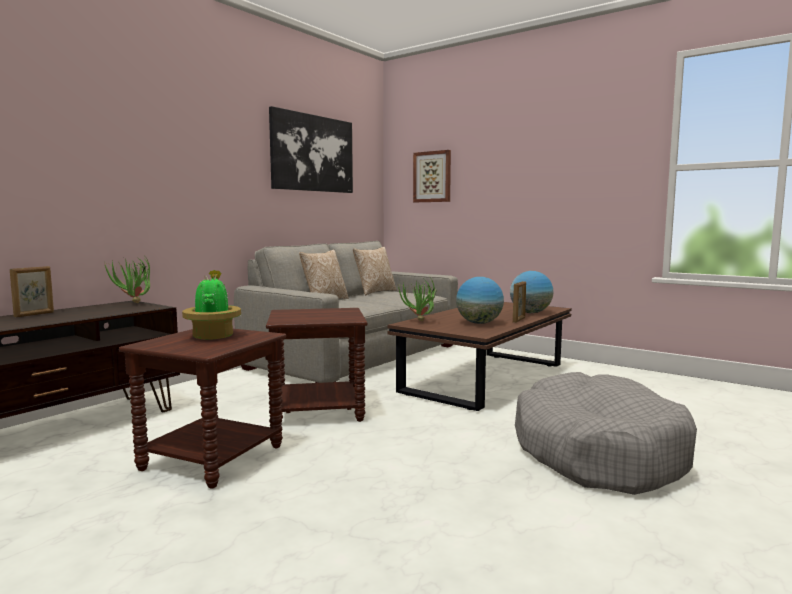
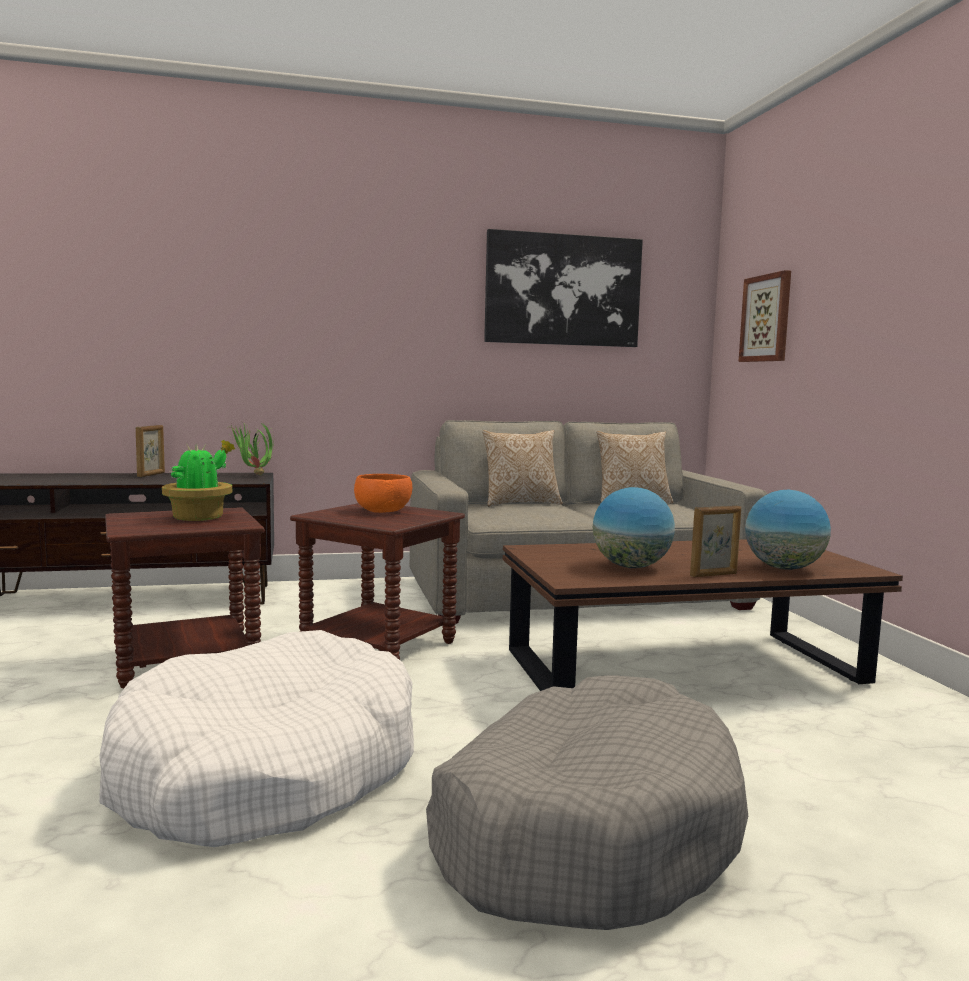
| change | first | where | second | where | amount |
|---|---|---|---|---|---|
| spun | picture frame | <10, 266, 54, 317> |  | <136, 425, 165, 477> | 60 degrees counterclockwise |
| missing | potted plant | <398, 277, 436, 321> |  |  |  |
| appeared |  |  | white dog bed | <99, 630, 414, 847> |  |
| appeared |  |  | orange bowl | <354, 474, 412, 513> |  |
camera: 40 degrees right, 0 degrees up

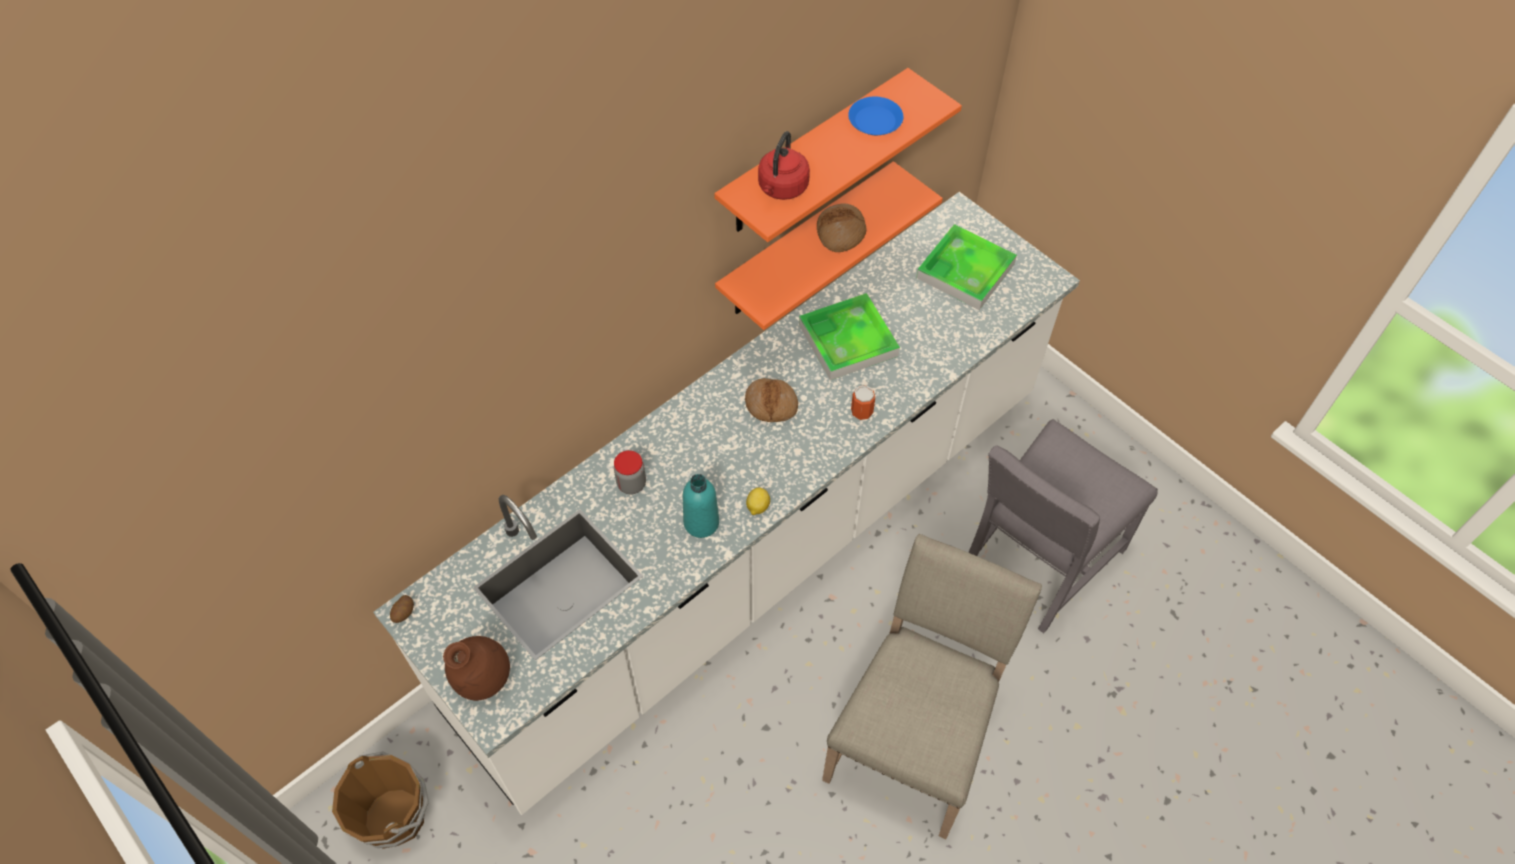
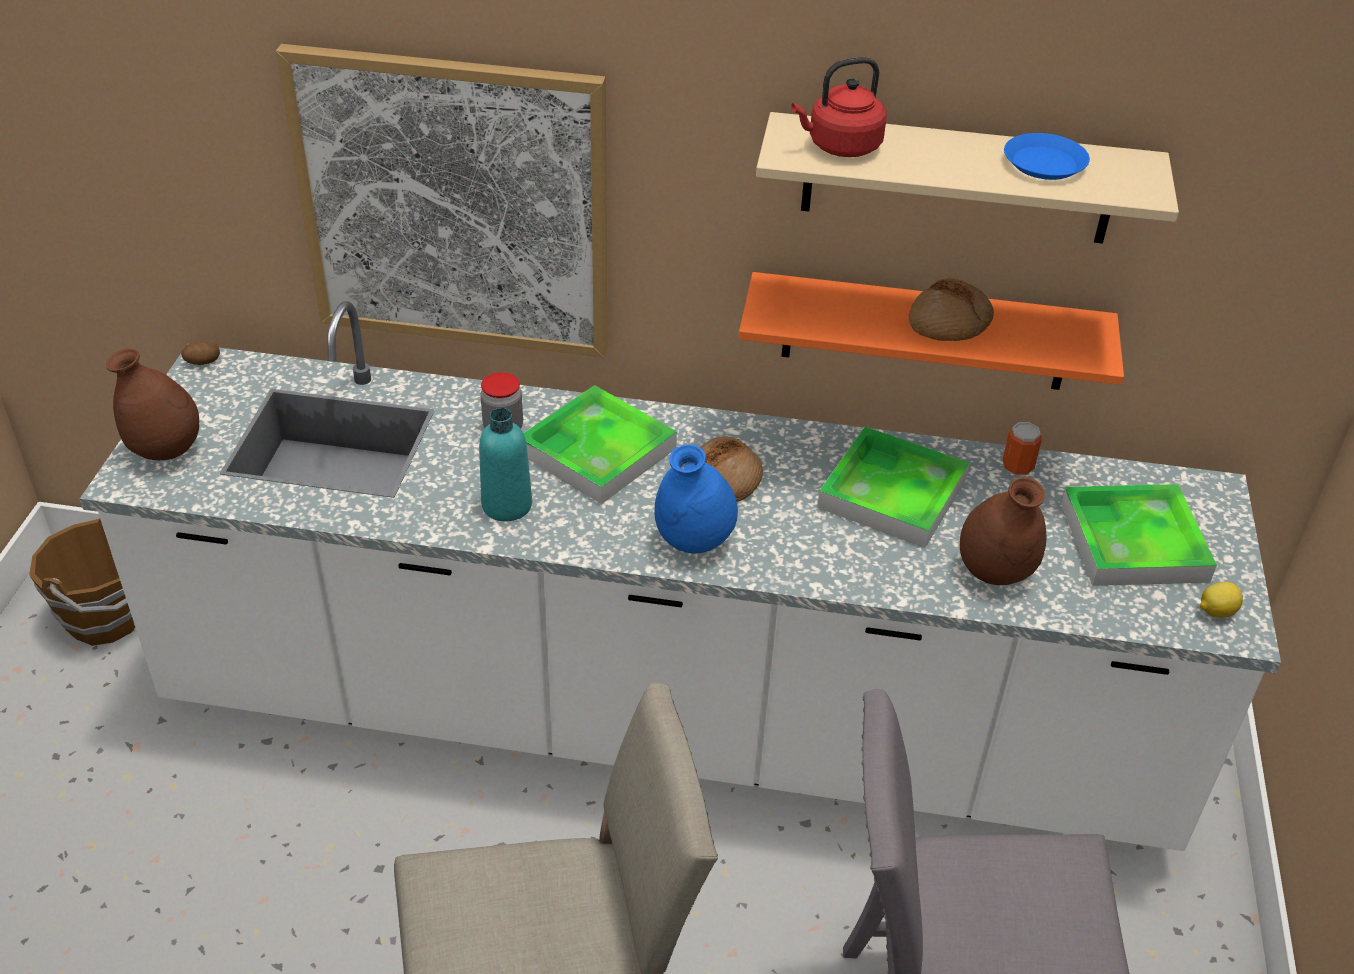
| change | first | where | second | where | amount |
|---|---|---|---|---|---|
| colour | orange shelf | <714, 68, 962, 242> | beige shelf | <756, 112, 1179, 244> |  |
| relocated | lemon | <746, 488, 770, 515> |  | <1200, 582, 1243, 618> |  |
| relocated | can | <851, 385, 875, 420> |  | <1003, 422, 1042, 476> |  |
| appeared |  |  | picture | <276, 44, 607, 357> |  |
| appeared |  |  | tray | <524, 385, 677, 504> |  |
| appeared |  |  | blue vase | <655, 444, 738, 553> |  |
| appeared |  |  | brown vase | <960, 477, 1047, 585> |  |
camera: 50 degrees right, 15 degrees down

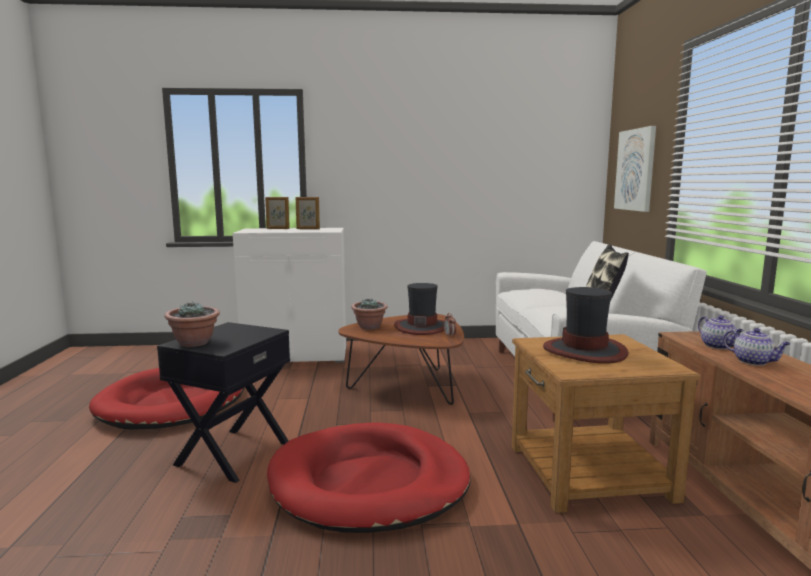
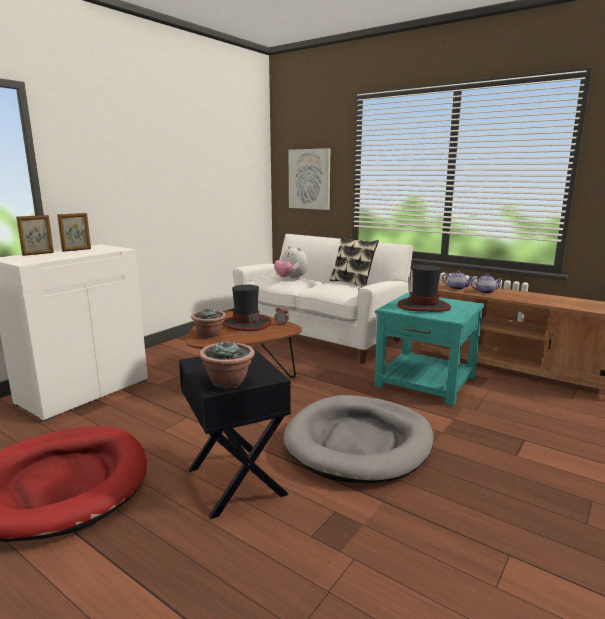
| change | first | where | second | where | amount |
|---|---|---|---|---|---|
| colour | red dog bed | <267, 422, 471, 533> | grey dog bed | <283, 395, 434, 483> |  |
| colour | brown side table | <512, 334, 701, 513> | turquoise side table | <374, 293, 485, 406> |  |
| appeared |  |  | plush toy | <274, 246, 308, 280> |  |
camera: 50 degrees left, 5 degrees up

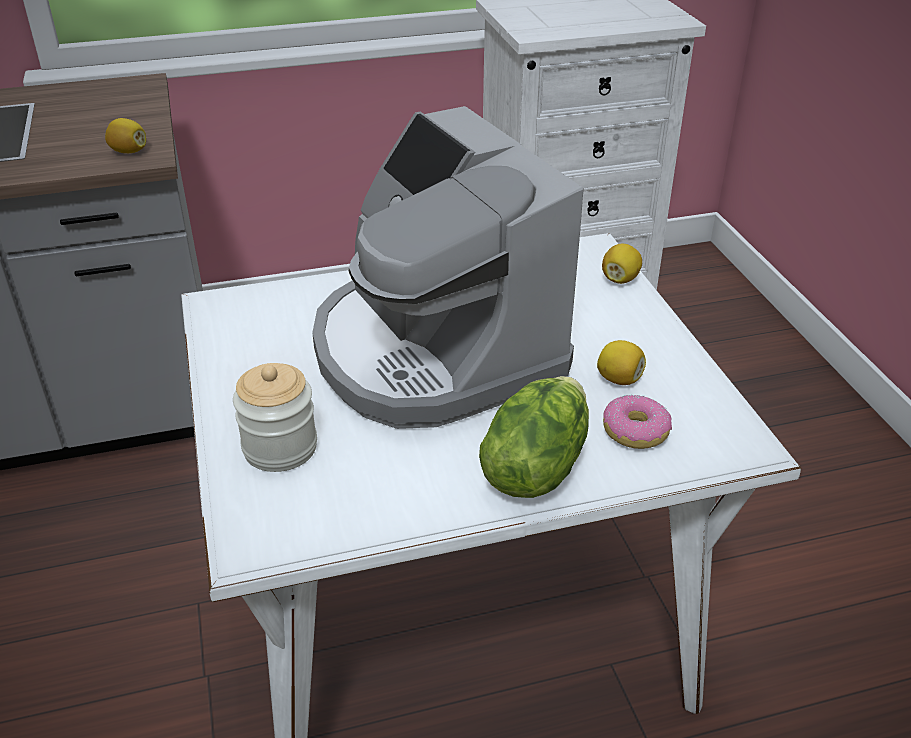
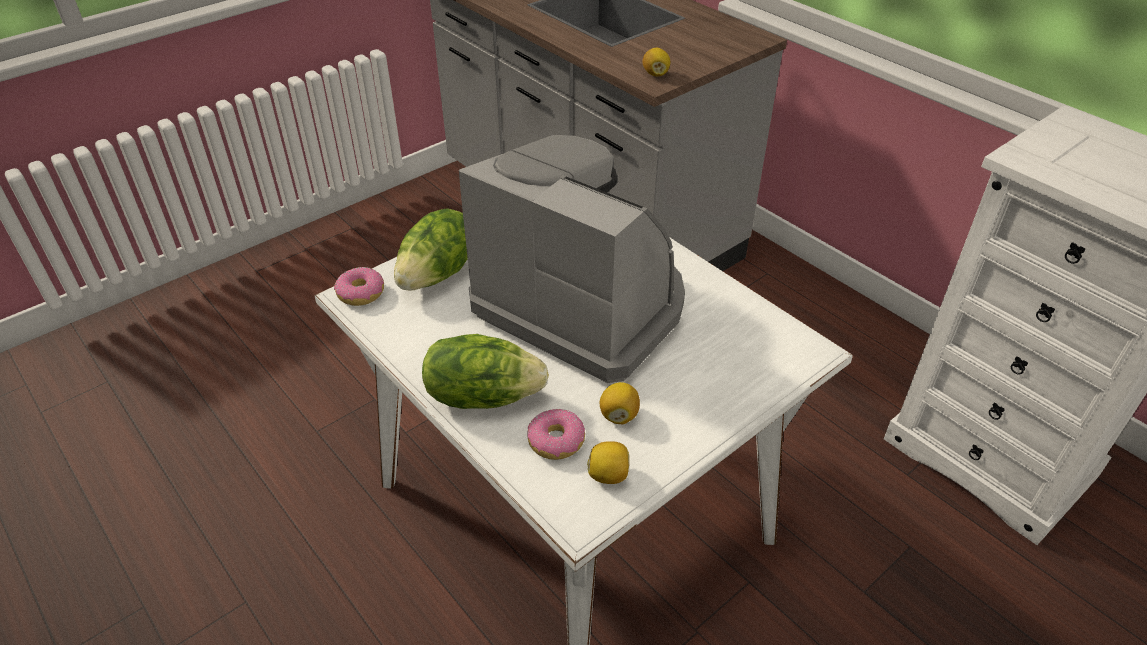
| change | first | where | second | where | amount |
|---|---|---|---|---|---|
| exchanged | jar | <233, 363, 317, 472> | lettuce | <394, 208, 468, 290> |  |
| spun | coffee machine | <312, 106, 584, 429> |  | <459, 135, 685, 383> | 90 degrees clockwise |
| relocated | lemon | <602, 244, 642, 284> |  | <587, 441, 629, 484> |  |
| appeared |  |  | donut | <334, 267, 384, 306> |  |
camera: 65 degrees right, 5 degrees up

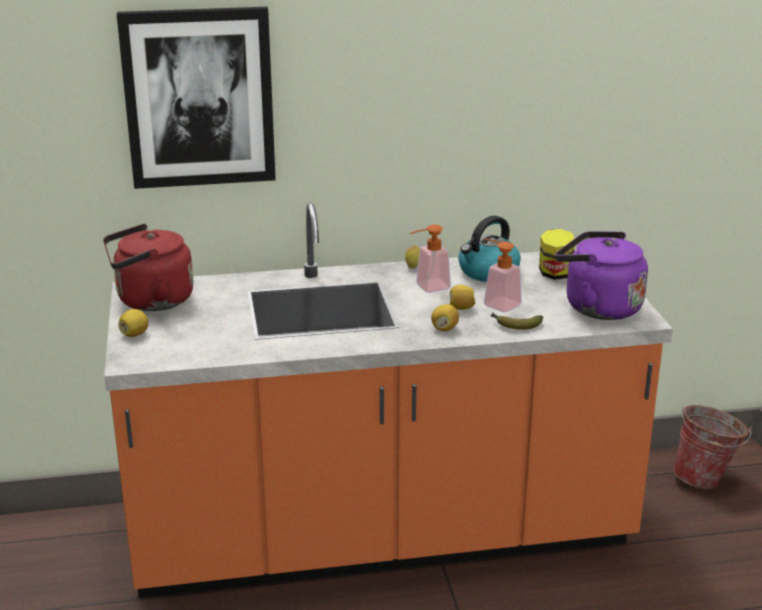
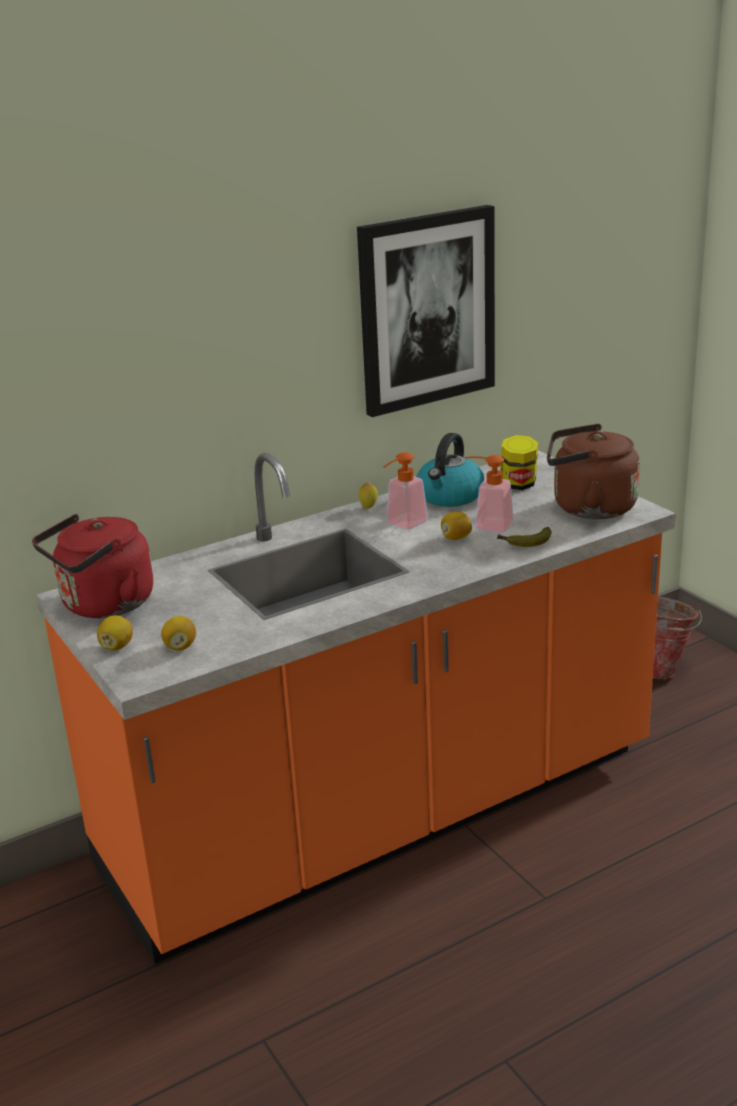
| change | first | where | second | where | amount |
|---|---|---|---|---|---|
| relocated | picture | <117, 7, 276, 189> |  | <357, 205, 495, 417> |  |
| relocated | lemon | <431, 304, 459, 331> |  | <161, 616, 196, 651> |  |
| colour | purple kettle | <555, 231, 648, 320> | brown kettle | <547, 424, 640, 519> |  |
camera: 20 degrees left, 0 degrees up

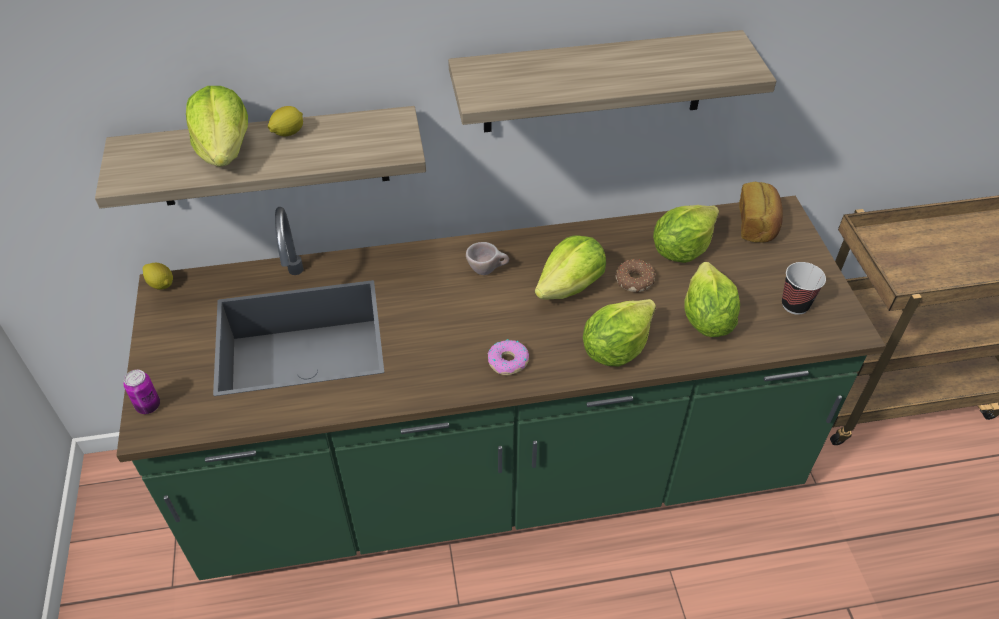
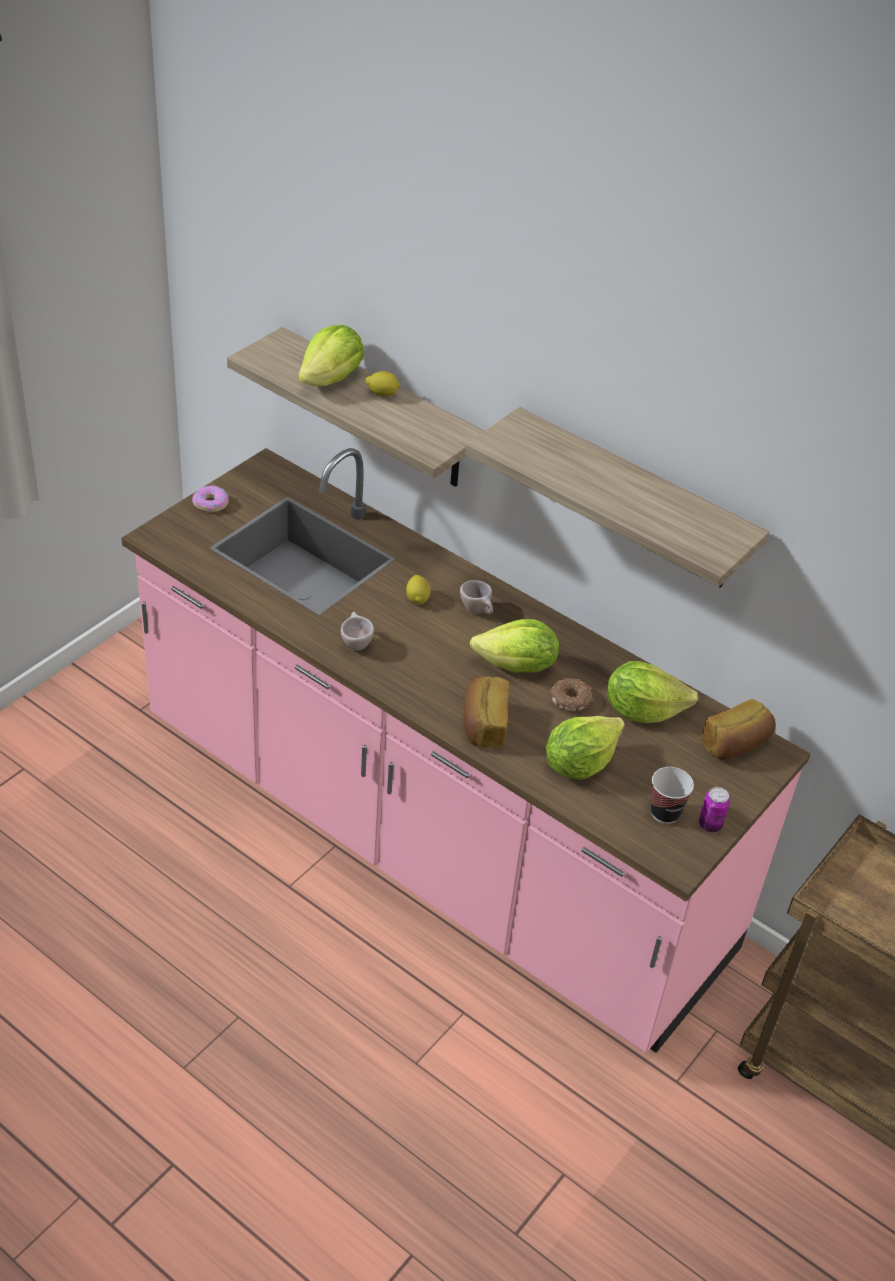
| change | first | where | second | where | amount |
|---|---|---|---|---|---|
| colour | green counter | <116, 196, 886, 580> | pink counter | <121, 448, 811, 1053> |  |
| relocated | can | <124, 370, 160, 414> |  | <699, 787, 730, 832> |  |
| relocated | lemon | <143, 263, 173, 290> |  | <406, 575, 431, 604> |  |
| relocated | donut | <487, 339, 529, 375> |  | <192, 485, 229, 512> |  |
| exchanged | lettuce | <583, 299, 656, 367> | bread | <464, 677, 509, 748> |  |
| appeared |  |  | beige cup | <341, 612, 374, 651> |  |
camera: 45 degrees right, 5 degrees down

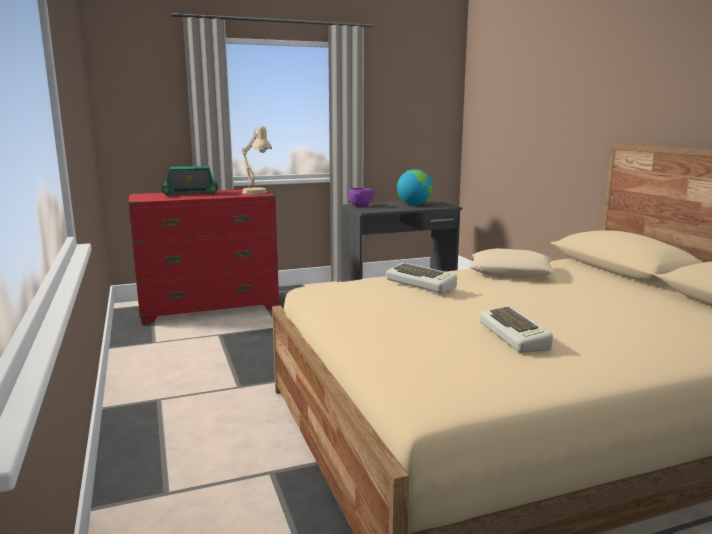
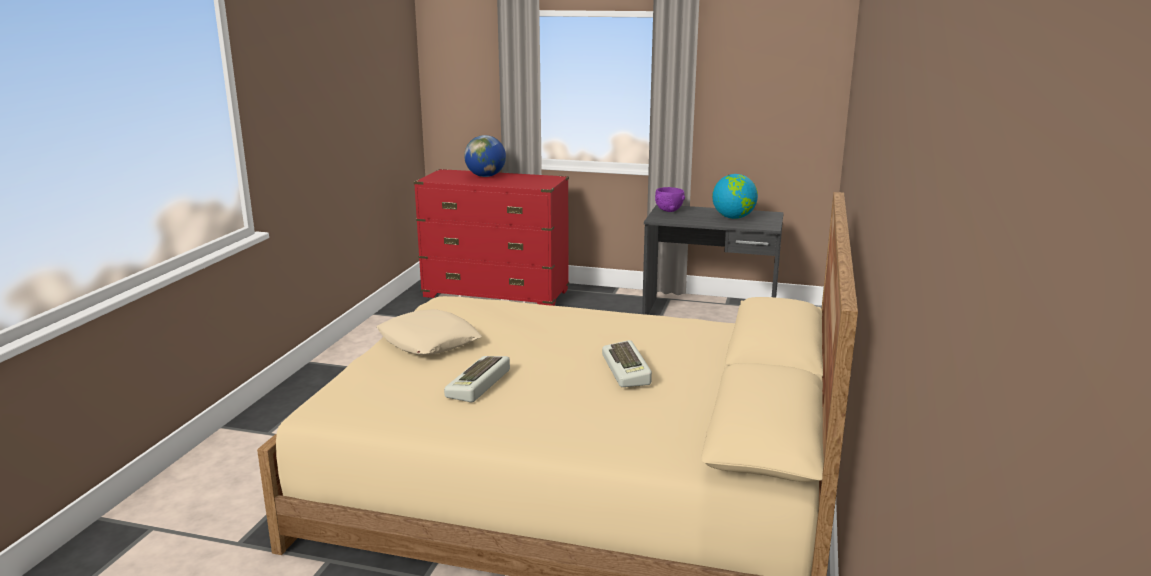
| change | first | where | second | where | amount |
|---|---|---|---|---|---|
| exchanged | radio | <161, 166, 218, 196> | globe | <464, 135, 506, 177> |  |
| missing | beige table lamp | <242, 126, 272, 195> |  |  |  |
| relocated | keyboard | <386, 263, 457, 293> |  | <602, 340, 652, 387> |  |
| relocated | beige pillow | <469, 248, 555, 279> |  | <377, 309, 482, 355> |  |
camera: 35 degrees right, 5 degrees up

